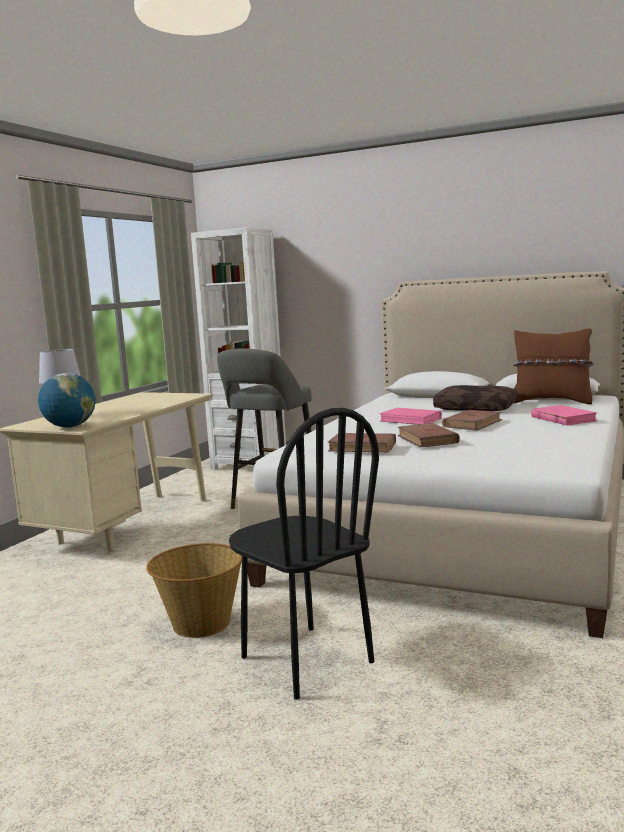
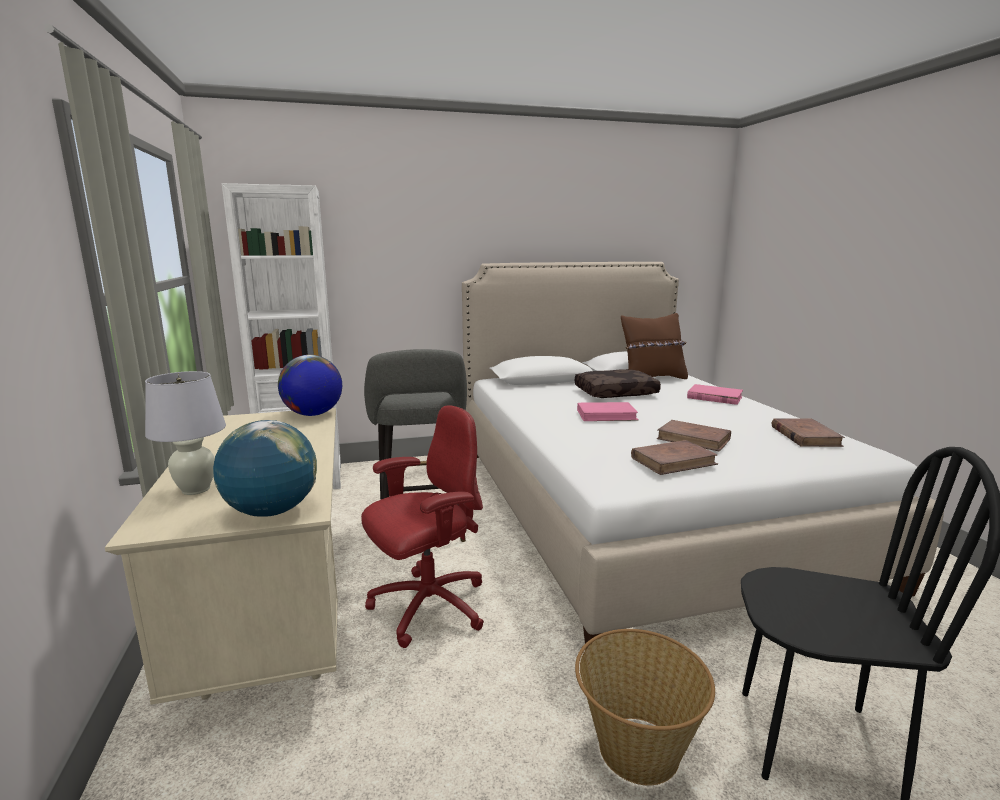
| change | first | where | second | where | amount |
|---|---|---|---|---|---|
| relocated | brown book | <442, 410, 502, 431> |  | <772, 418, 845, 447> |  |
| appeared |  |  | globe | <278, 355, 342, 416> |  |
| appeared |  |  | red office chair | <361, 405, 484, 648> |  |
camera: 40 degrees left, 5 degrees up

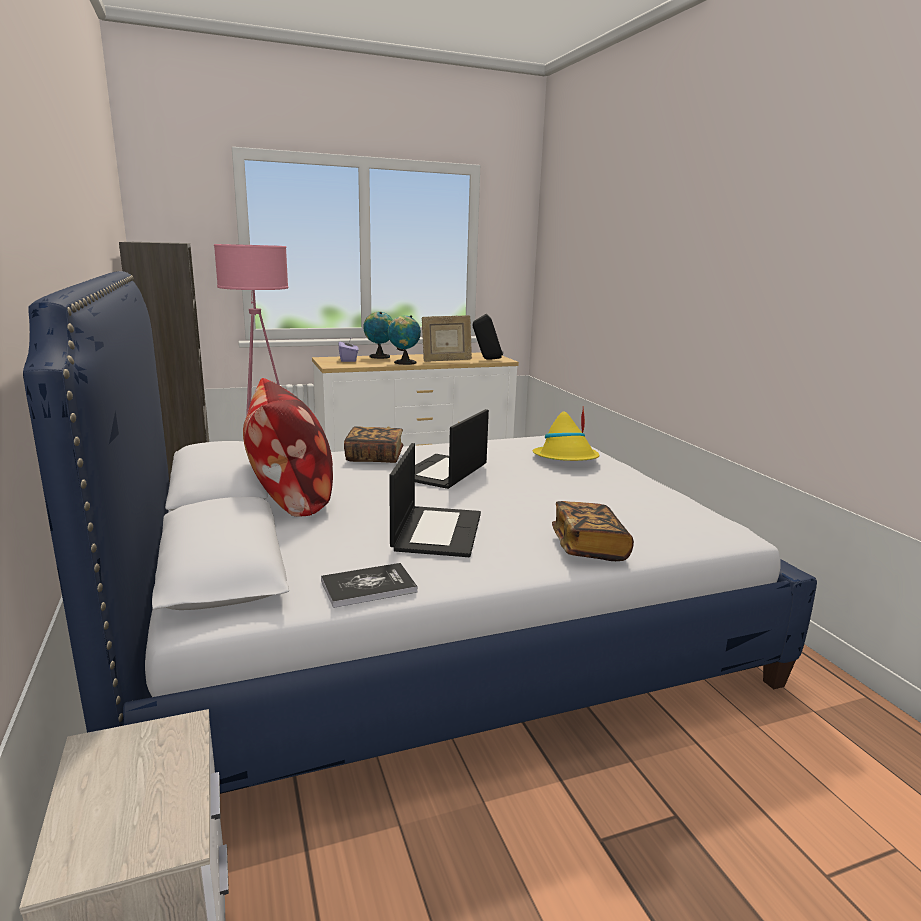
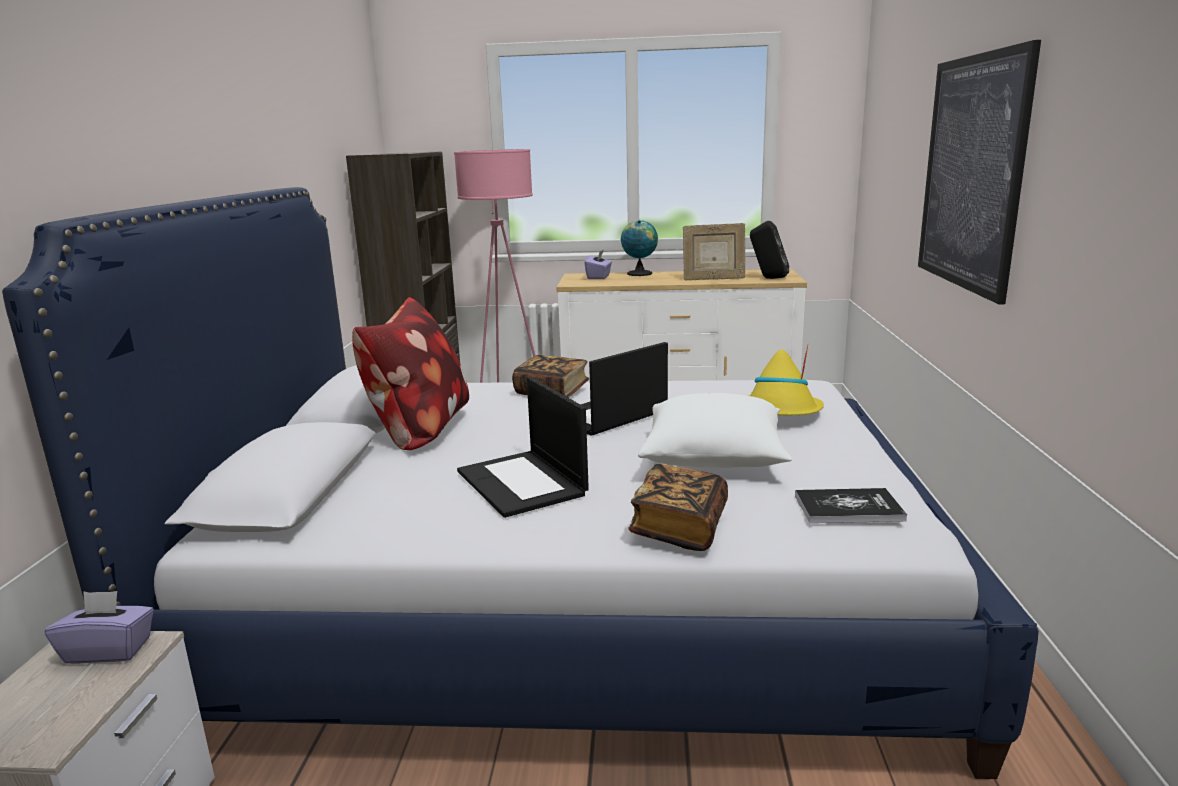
| change | first | where | second | where | amount |
|---|---|---|---|---|---|
| relocated | book | <321, 563, 418, 608> |  | <795, 488, 907, 523> |  |
| missing | globe | <388, 315, 421, 365> |  |  |  |
| spun | laptop | <389, 443, 481, 557> |  | <457, 377, 589, 518> | 120 degrees clockwise |
| appeared |  |  | purple tissue box | <45, 591, 154, 664> |  |
| appeared |  |  | white pillow | <638, 393, 792, 468> |  |
| appeared |  |  | picture | <918, 40, 1041, 304> |  |
camera: 25 degrees right, 0 degrees up

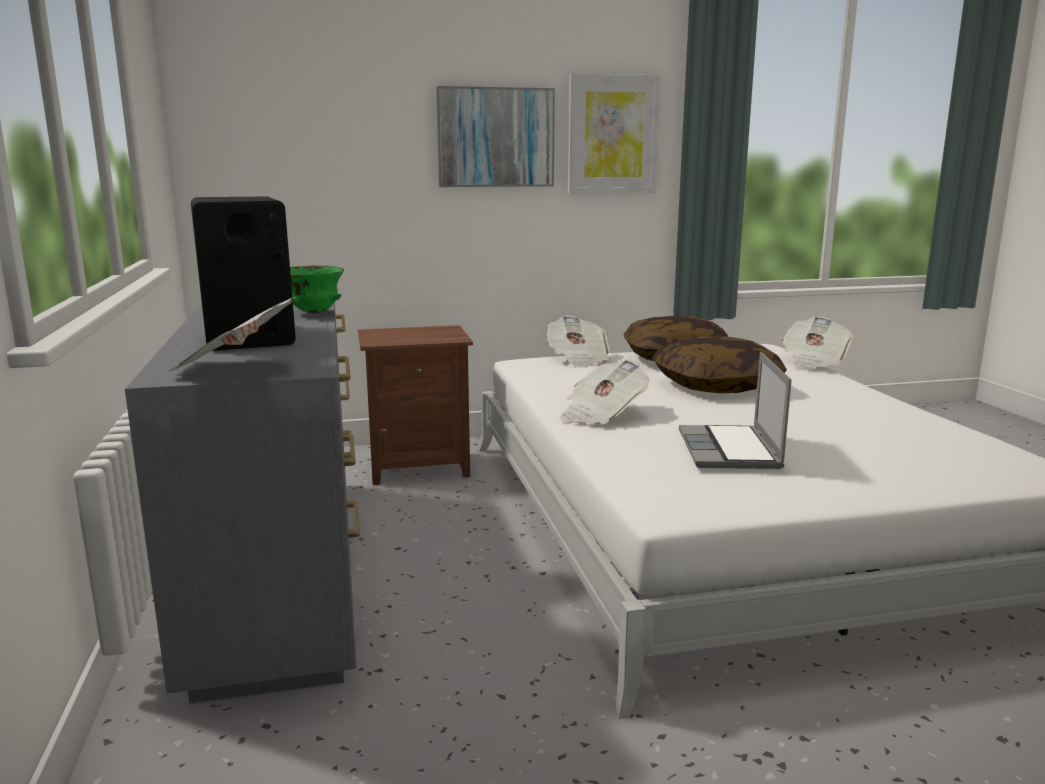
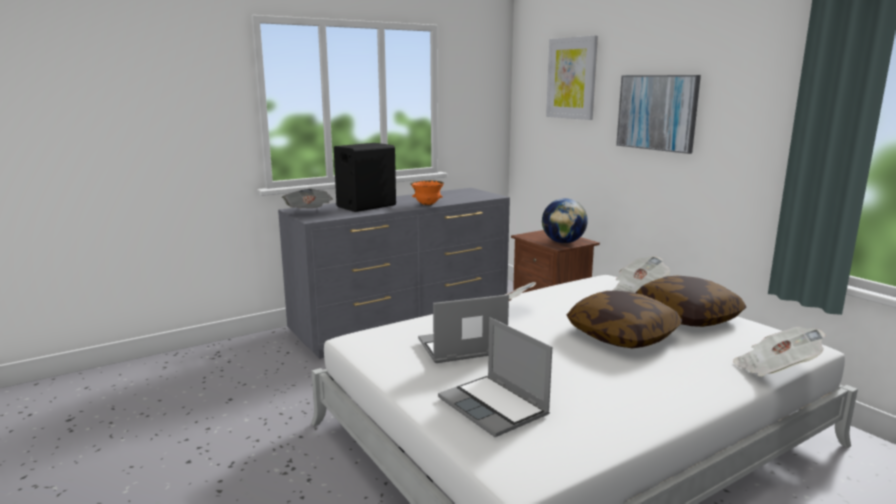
| change | first | where | second | where | amount |
|---|---|---|---|---|---|
| colour | green bowl | <290, 265, 344, 314> | orange bowl | <410, 180, 444, 205> |  |
| relocated | picture | <568, 73, 661, 194> |  | <546, 35, 598, 120> |  |
| appeared |  |  | laptop | <438, 317, 552, 437> |  |
| appeared |  |  | globe | <542, 198, 588, 243> |  |
camera: 70 degrees right, 0 degrees up

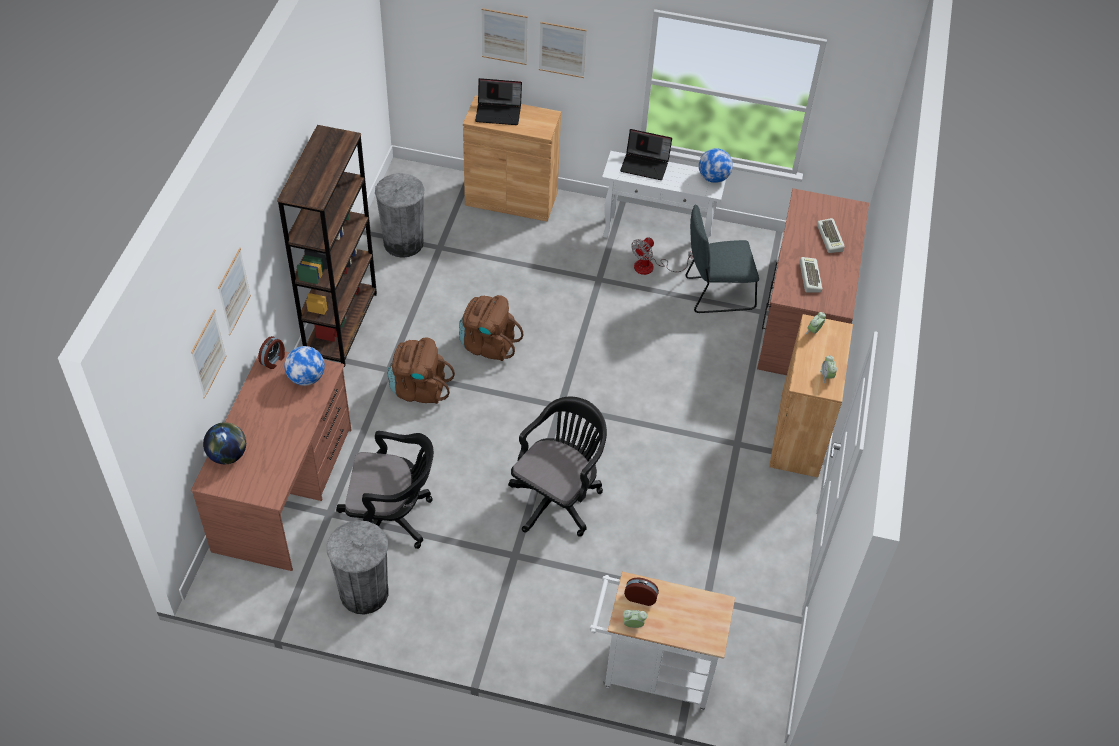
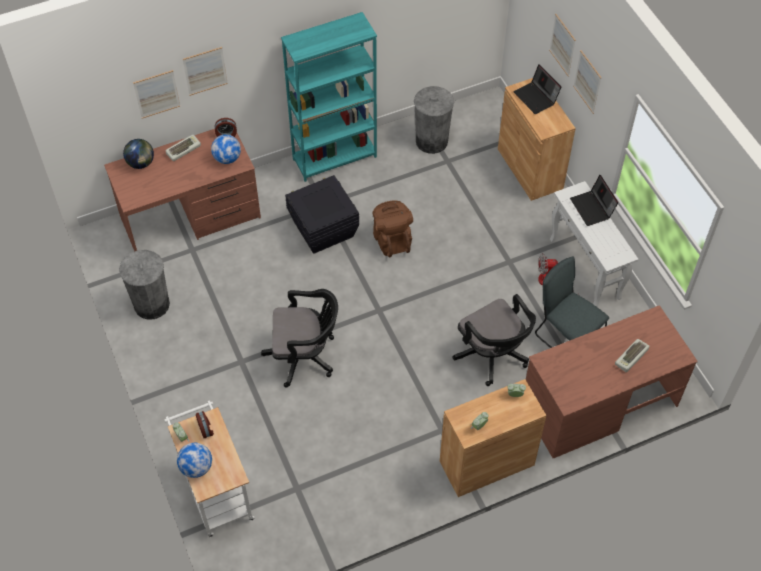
| change | first | where | second | where | amount |
|---|---|---|---|---|---|
| colour | brown bookcase | <277, 125, 377, 367> | turquoise bookcase | <281, 12, 377, 182> |  |
| relocated | black office chair | <336, 431, 434, 549> |  | <452, 294, 536, 386> |  |
| exchanged | brown backpack | <387, 337, 455, 404> | black storage box | <285, 175, 359, 254> |  |
| relocated | globe | <699, 148, 733, 183> |  | <177, 443, 212, 478> |  |
| relocated | keyboard | <800, 257, 822, 292> |  | <166, 135, 201, 161> |  |
camera: 55 degrees right, 5 degrees up

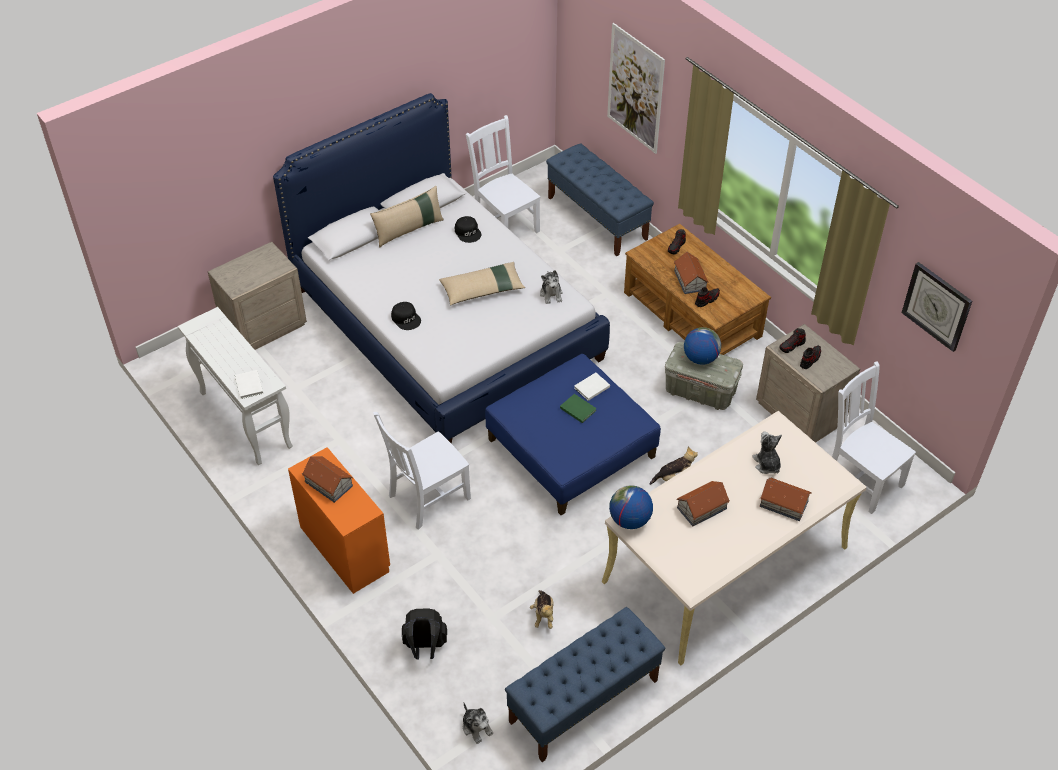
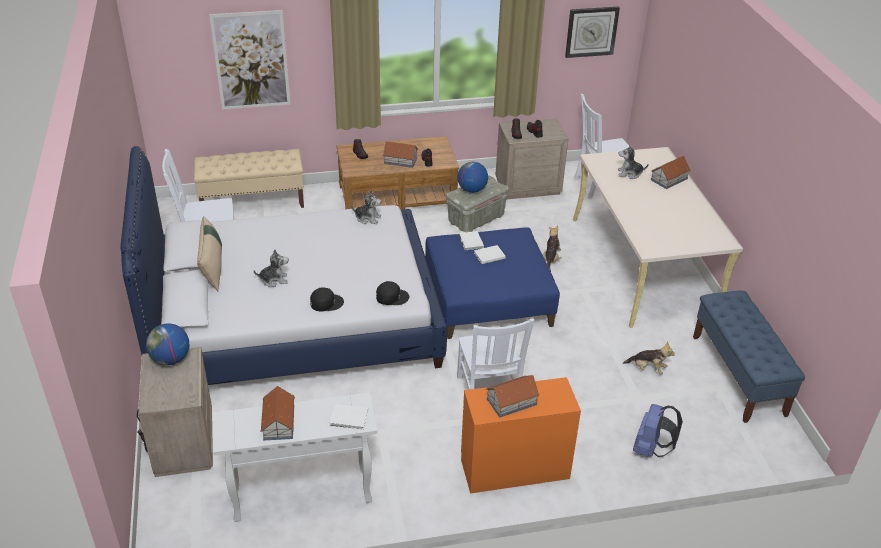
| change | first | where | second | where | amount |
|---|---|---|---|---|---|
| colour | black backpack | <402, 608, 447, 660> | blue backpack | <633, 404, 683, 457> |  |
| missing | beige pillow | <439, 262, 525, 305> |  |  |  |
| relocated | black cap | <455, 216, 482, 243> |  | <376, 281, 409, 305> |  |
| relocated | plush toy | <463, 703, 493, 744> |  | <253, 249, 288, 287> |  |
| colour | blue bench | <546, 144, 654, 256> | beige bench | <194, 149, 304, 208> |  |
| colour | green book | <560, 394, 597, 423> | white book | <474, 245, 506, 264> |  |
| relocated | globe | <609, 485, 653, 529> |  | <146, 324, 189, 365> |  |
| relocated | toy house | <676, 481, 730, 526> |  | <260, 386, 295, 440> |  |
camera: 65 degrees left, 10 degrees down

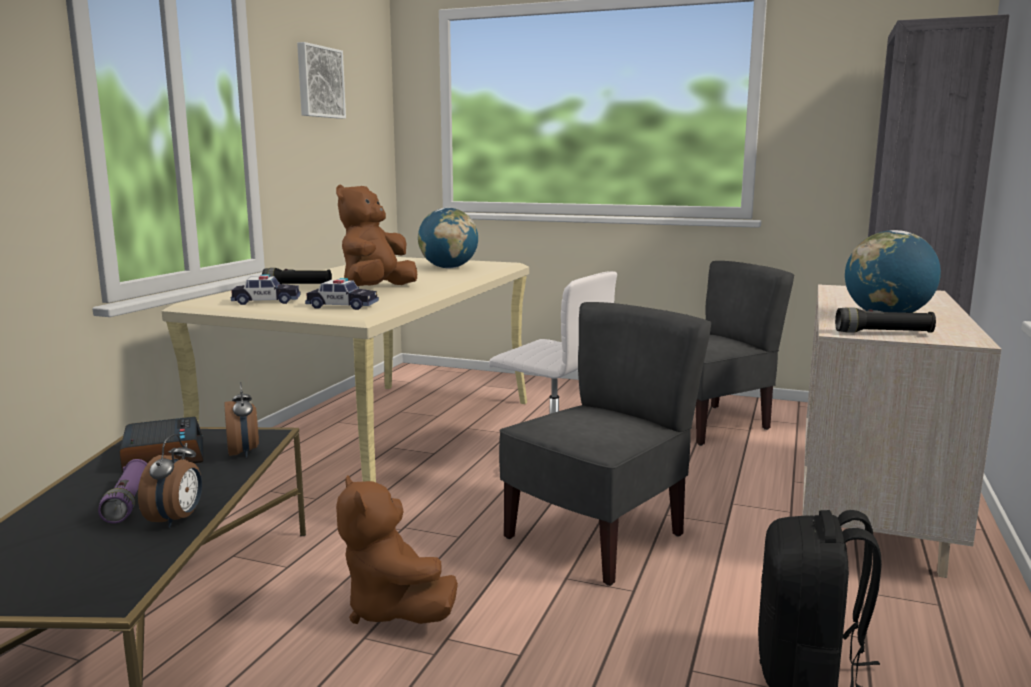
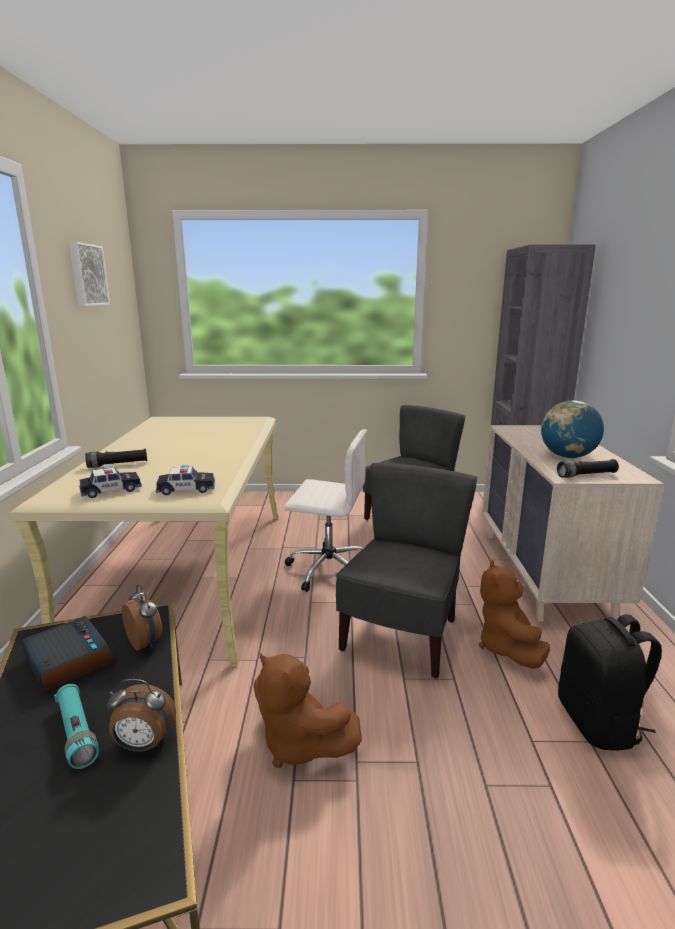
| change | first | where | second | where | amount |
|---|---|---|---|---|---|
| colour | purple flashlight | <98, 459, 147, 524> | turquoise flashlight | <54, 684, 99, 769> |  |
| spun | alarm clock | <138, 434, 202, 528> |  | <107, 679, 176, 752> | 105 degrees clockwise |
| relocated | brown plush toy | <336, 185, 417, 286> |  | <479, 560, 550, 669> |  |
| missing | globe | <418, 208, 478, 268> |  |  |  |
camera: 20 degrees left, 5 degrees up

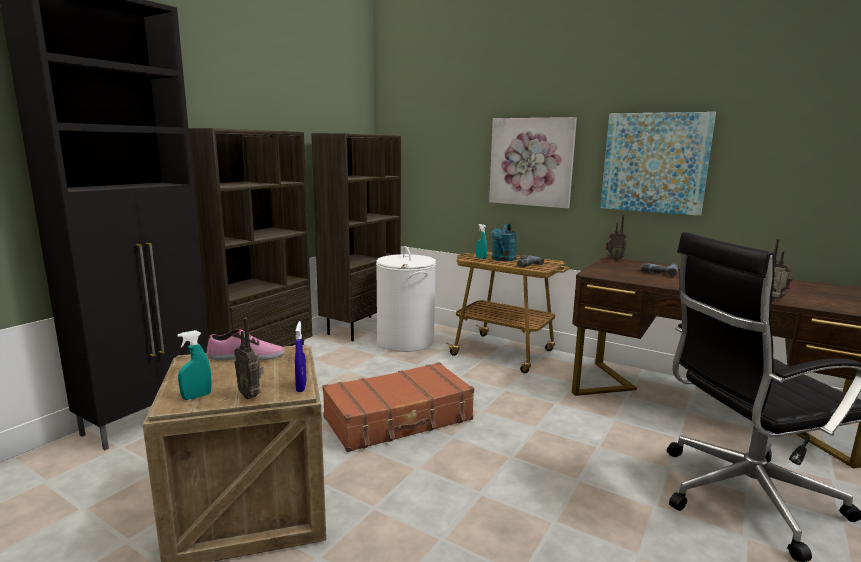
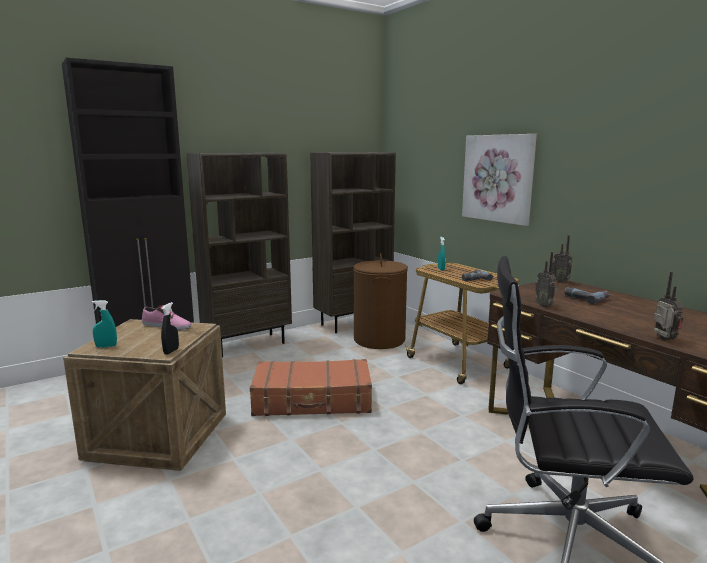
| change | first | where | second | where | amount |
|---|---|---|---|---|---|
| relocated | radio | <234, 318, 264, 399> |  | <535, 252, 557, 307> |  |
| colour | blue spray bottle | <295, 321, 307, 392> | black spray bottle | <161, 302, 179, 354> |  |
| colour | white laundry basket | <376, 246, 436, 352> | brown laundry basket | <353, 253, 408, 349> |  |
| missing | turquoise watering can | <491, 223, 517, 261> |  |  |  |
| missing | picture | <600, 112, 716, 216> |  |  |  |
camera: 25 degrees right, 0 degrees up

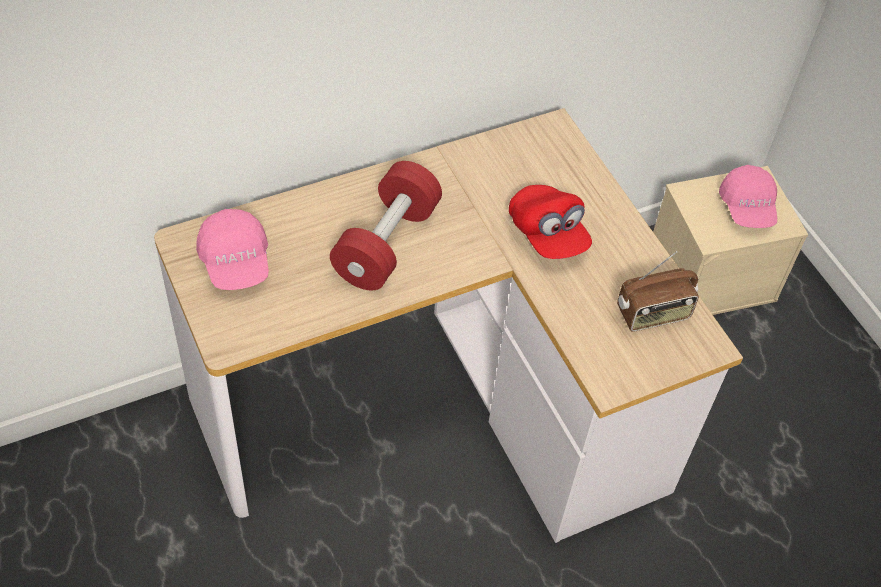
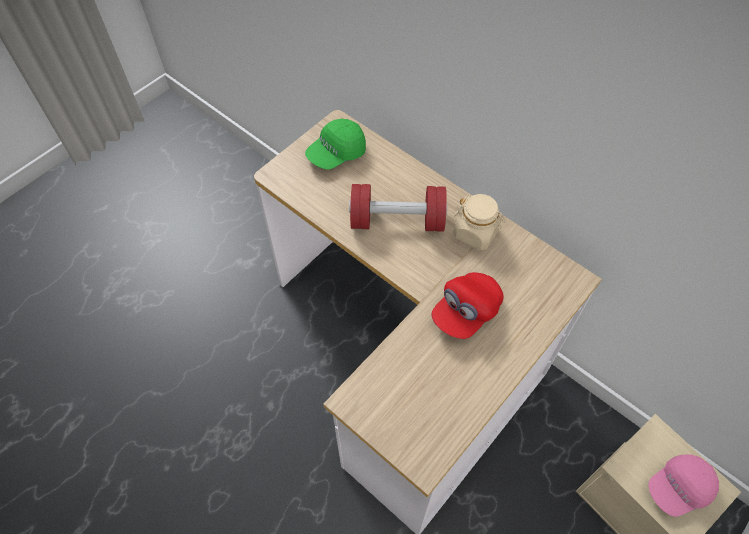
| change | first | where | second | where | amount |
|---|---|---|---|---|---|
| colour | pink cap | <196, 209, 269, 290> | green cap | <305, 119, 366, 170> |  |
| missing | radio | <617, 251, 699, 332> |  |  |  |
| appeared |  |  | beige jar | <454, 194, 506, 250> |  |
camera: 70 degrees right, 5 degrees up

